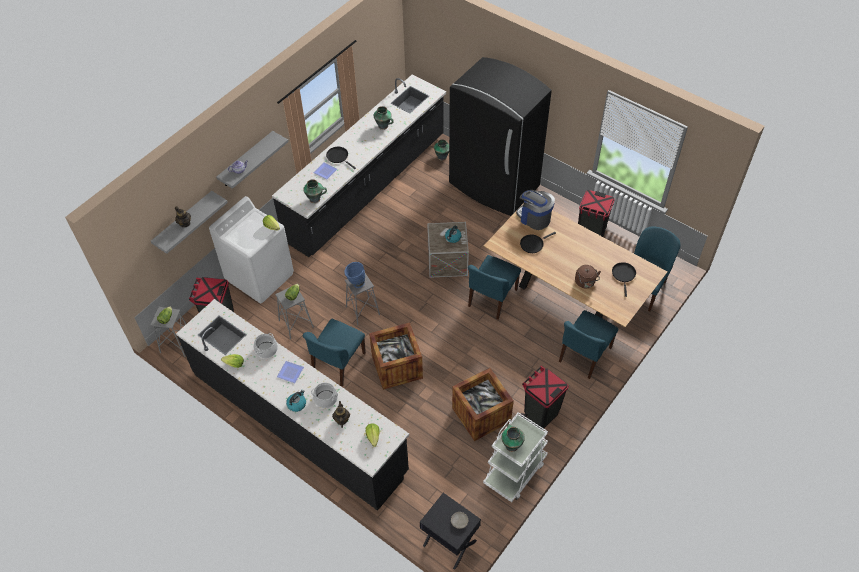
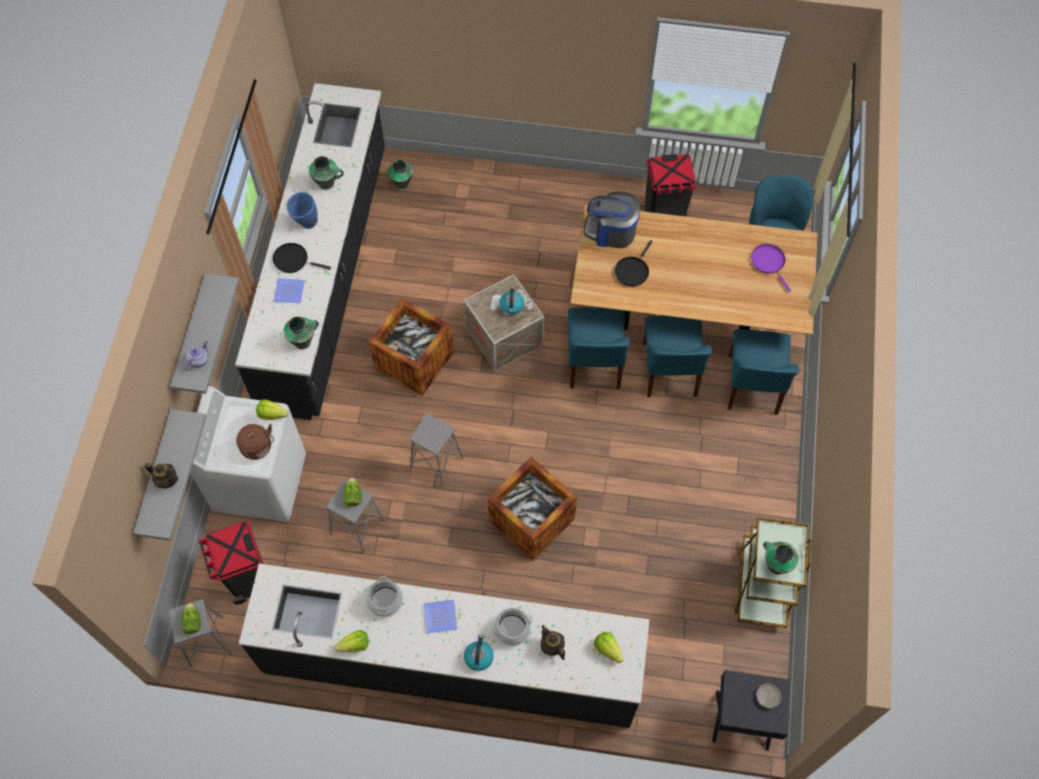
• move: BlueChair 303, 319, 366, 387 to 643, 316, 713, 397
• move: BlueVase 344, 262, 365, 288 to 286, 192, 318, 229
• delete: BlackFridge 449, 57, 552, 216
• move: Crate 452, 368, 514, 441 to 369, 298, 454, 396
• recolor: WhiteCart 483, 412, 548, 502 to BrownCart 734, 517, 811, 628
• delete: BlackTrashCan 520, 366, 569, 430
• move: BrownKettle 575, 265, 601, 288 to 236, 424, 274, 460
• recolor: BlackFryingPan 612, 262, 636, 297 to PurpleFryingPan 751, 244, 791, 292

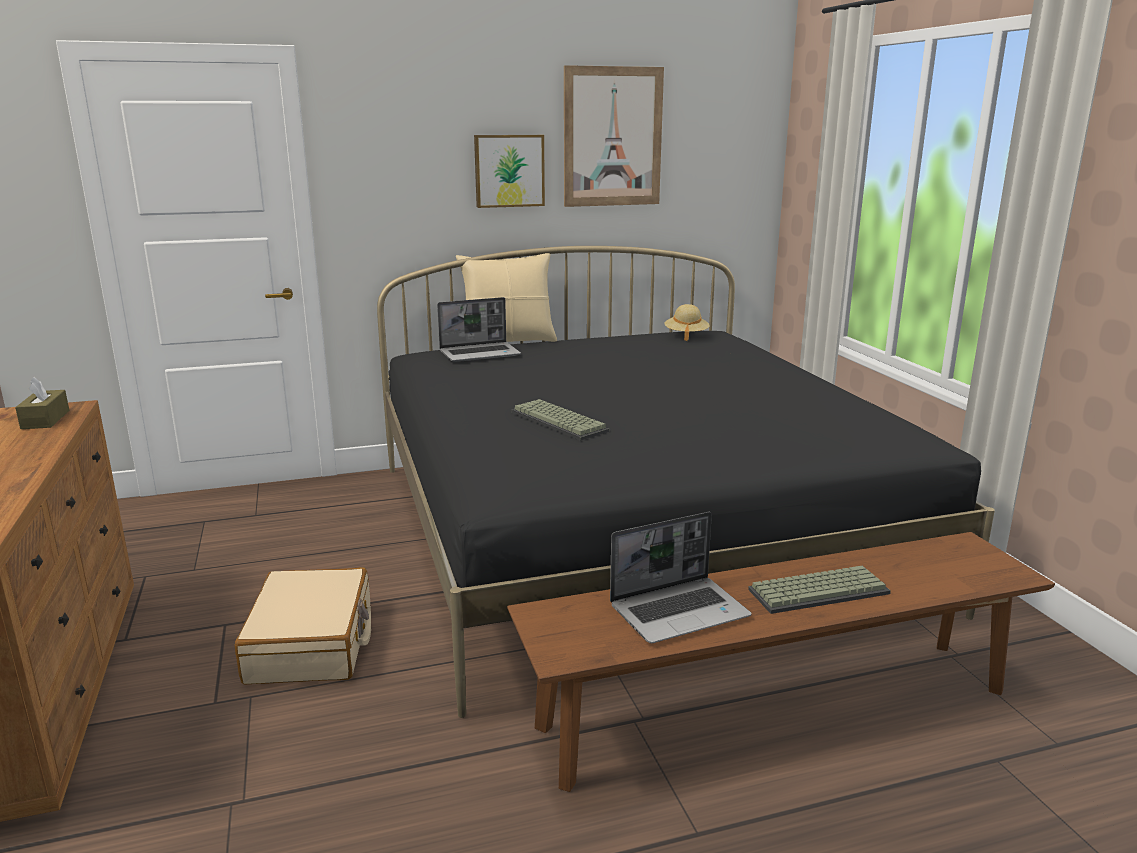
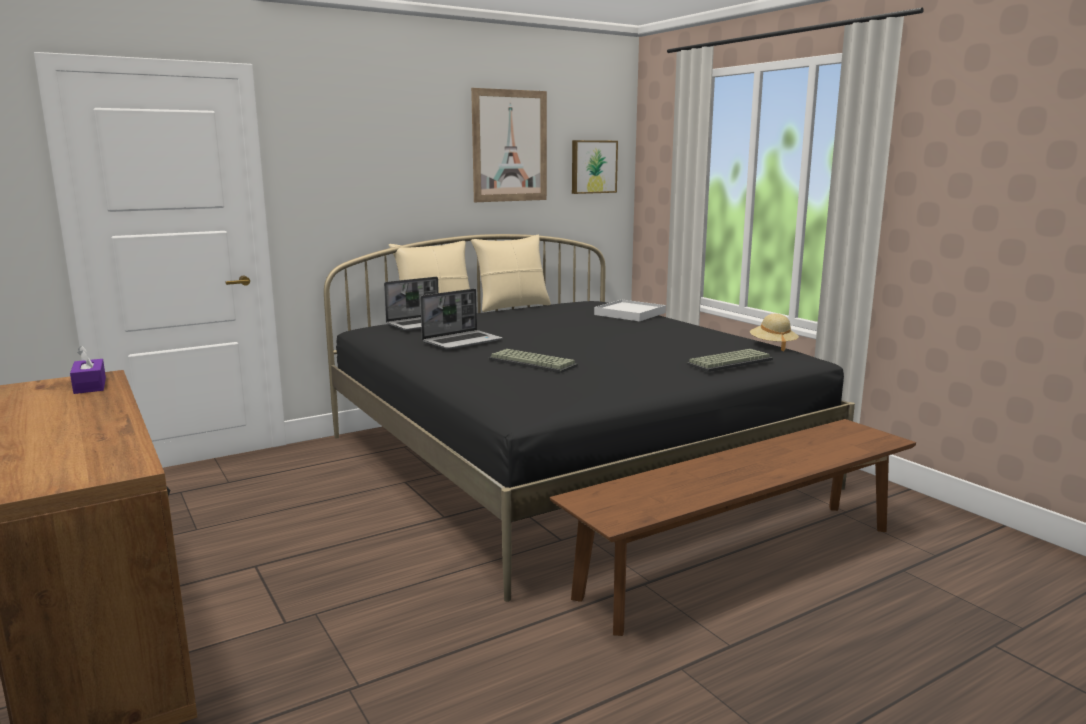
• recolor: BrownTissueBox 15, 377, 69, 429 to PurpleTissueBox 70, 346, 106, 394
• delete: BeigeSuitcase 235, 567, 371, 684
• move: Picture 474, 135, 545, 208 to 572, 140, 618, 194
• move: Laptop 610, 512, 751, 643 to 420, 289, 503, 350
• move: BeigeHat 664, 304, 710, 341 to 750, 314, 799, 351
• move: Keyboard 748, 566, 891, 614 to 687, 349, 773, 372
• insert: BeigePillow 471, 235, 551, 312
• insert: WhiteTray 594, 300, 666, 321

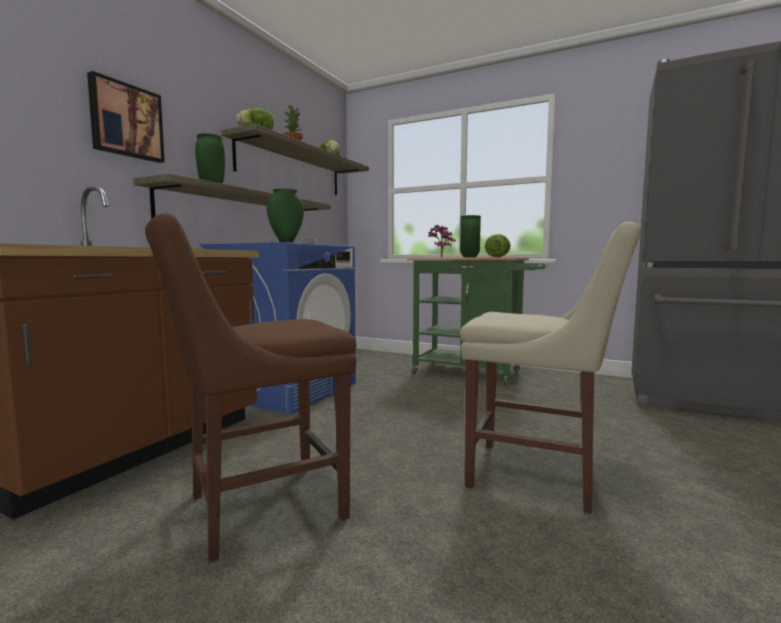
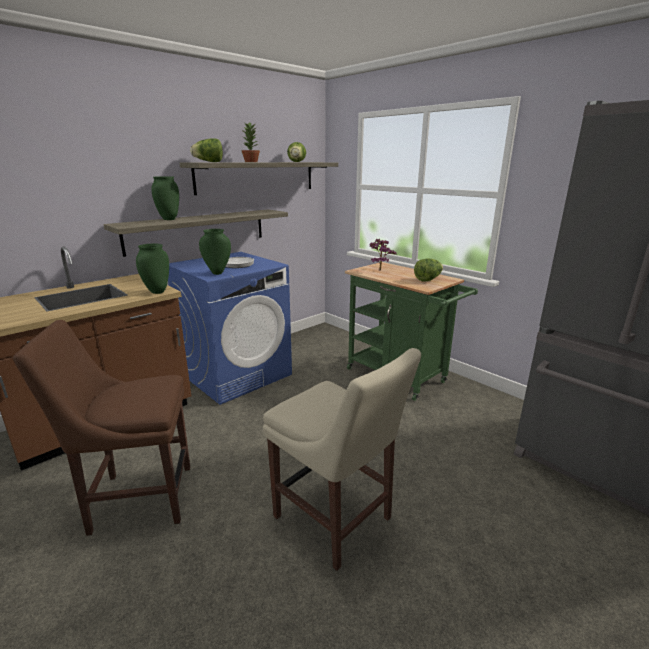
• delete: Picture 87, 71, 165, 163
• move: GreenVase 460, 215, 481, 258 to 136, 244, 169, 294

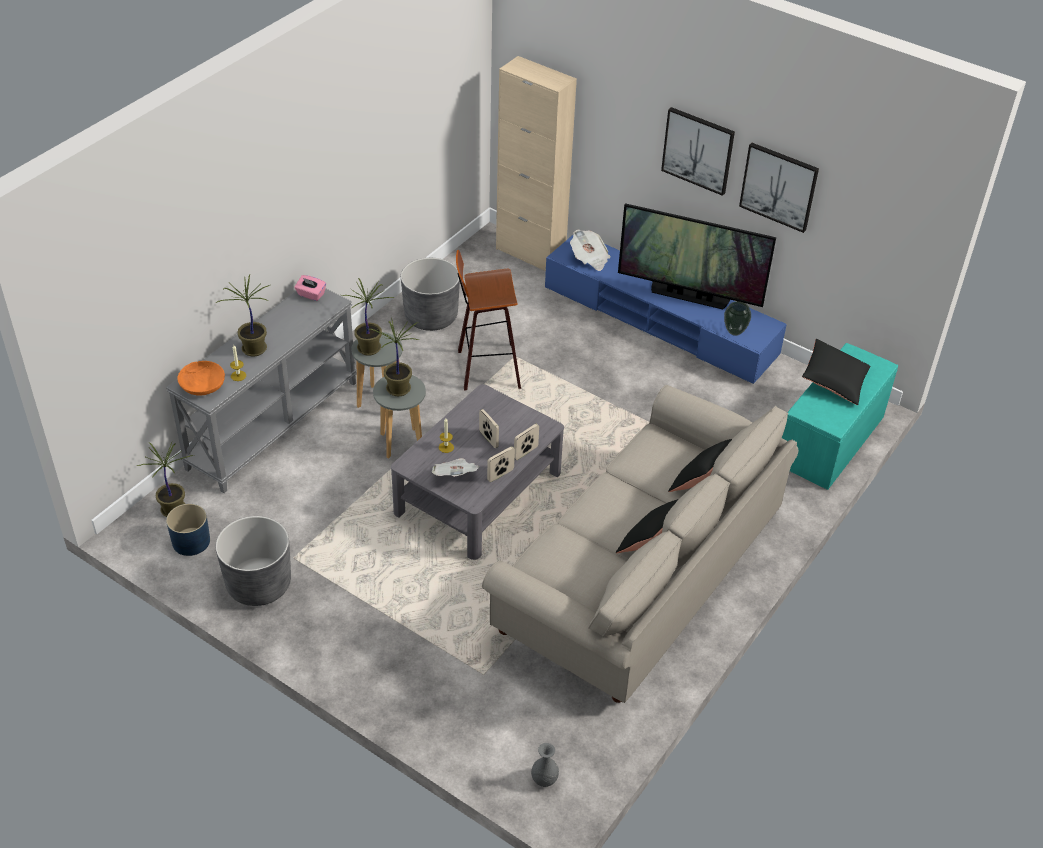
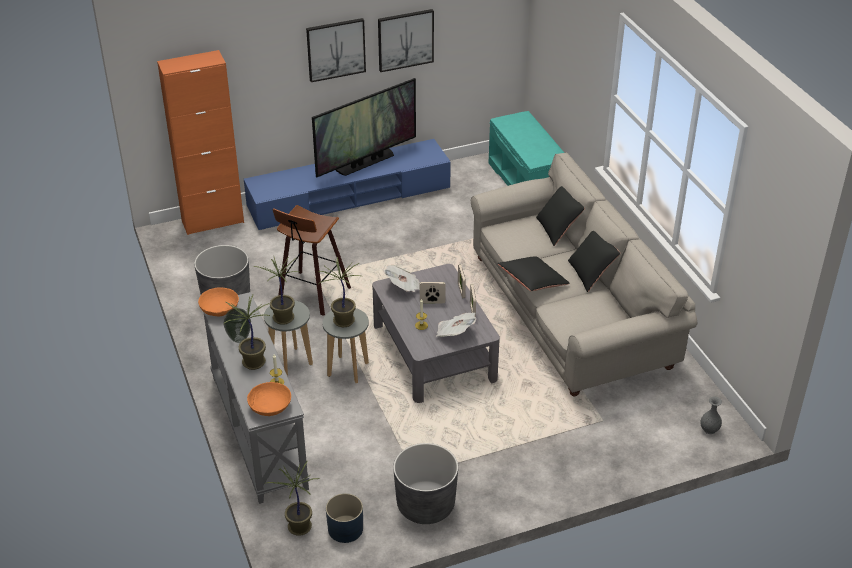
• replace: PinkTissueBox 294, 275, 326, 301 to OrangeBowl 198, 288, 239, 316
• recolor: BeigeCabinet 496, 56, 577, 271 to OrangeCabinet 157, 50, 244, 235
• move: Newspaper 570, 229, 611, 271 to 383, 265, 420, 292
• move: Vase 724, 301, 751, 336 to 223, 308, 251, 343
• move: BlackPillow 802, 339, 870, 405 to 498, 256, 570, 291

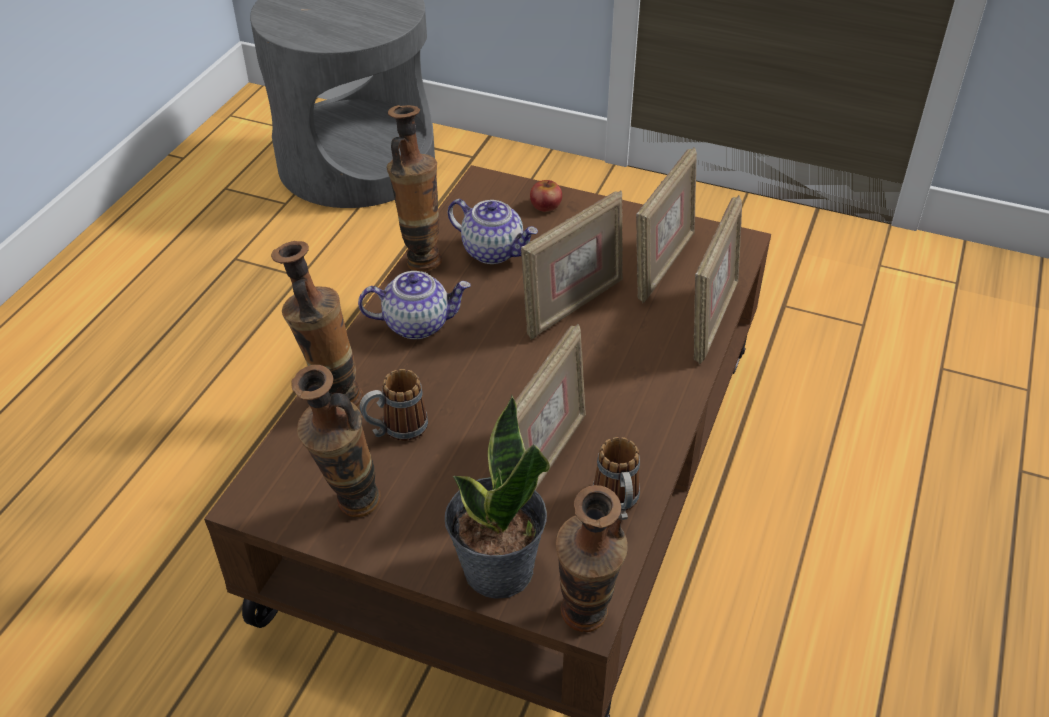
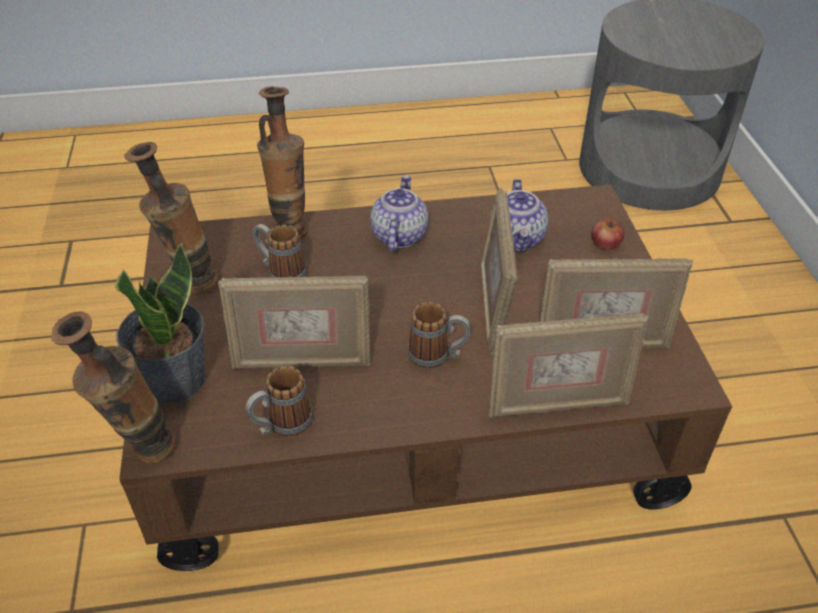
• rotate: Teapot 358, 271, 471, 339 = 370, 175, 429, 252 135 degrees counterclockwise
• delete: Vase 387, 105, 442, 271
• rotate: PictureFrame 521, 190, 623, 340 = 481, 188, 518, 355 75 degrees clockwise
• insert: Mug 408, 302, 471, 368

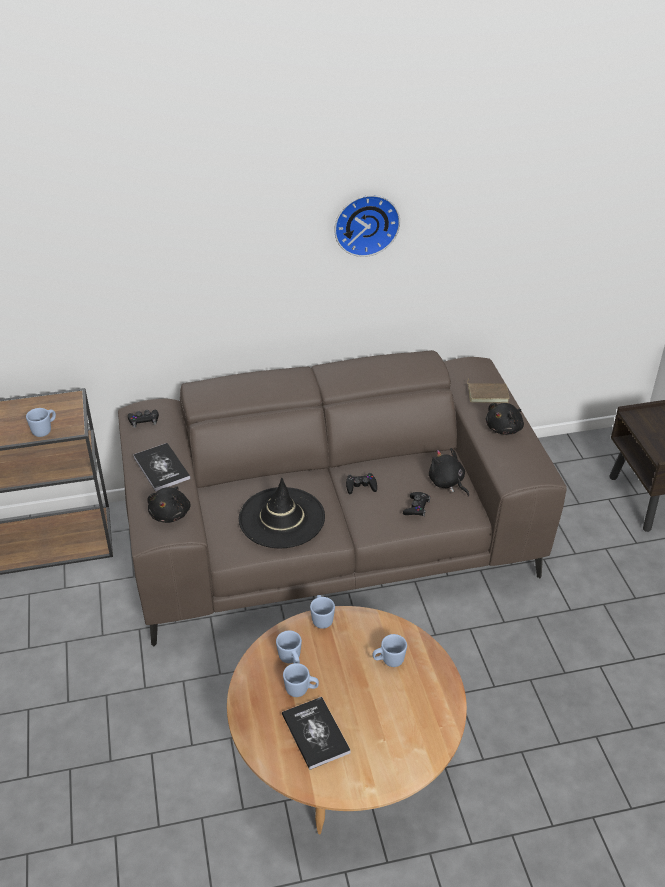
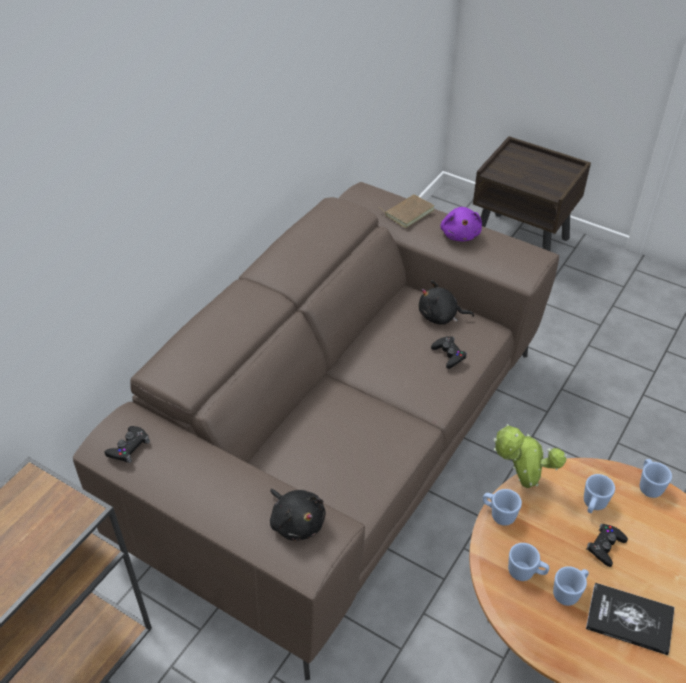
• move: BlueMug 26, 408, 56, 437 to 640, 459, 672, 498
• delete: Book 133, 443, 191, 492
• delete: BlackHat 239, 478, 325, 548
• delete: WallClock 334, 195, 400, 257
• move: BlackGameController 346, 473, 377, 494 to 587, 524, 628, 567
• recolor: BlackPlushToy 486, 403, 524, 435 to PurplePlushToy 440, 207, 482, 241
• insert: PottedPlant 493, 424, 567, 488

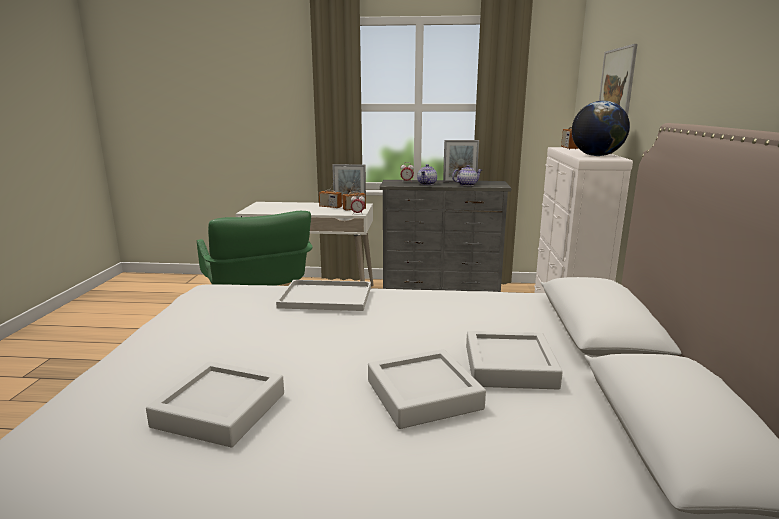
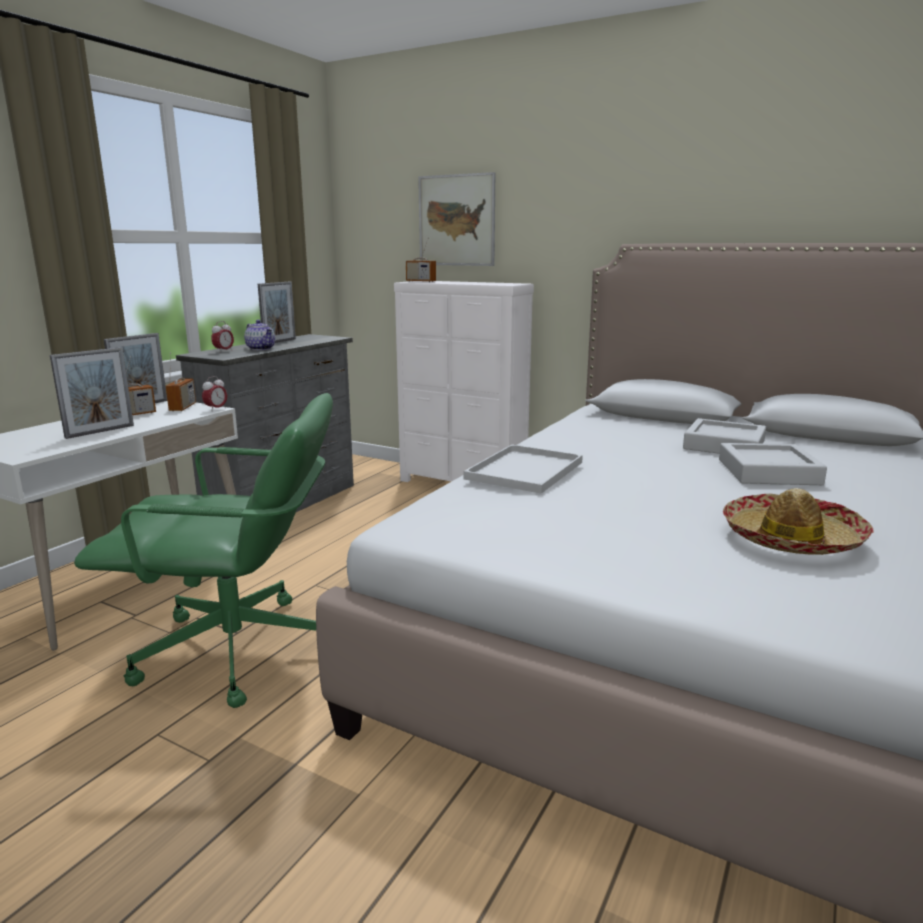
• replace: GreyTray 146, 361, 284, 447 to Hat 723, 488, 874, 555
• delete: Teapot 452, 165, 482, 186
• delete: Globe 572, 101, 630, 156
• insert: PictureFrame 50, 347, 134, 439

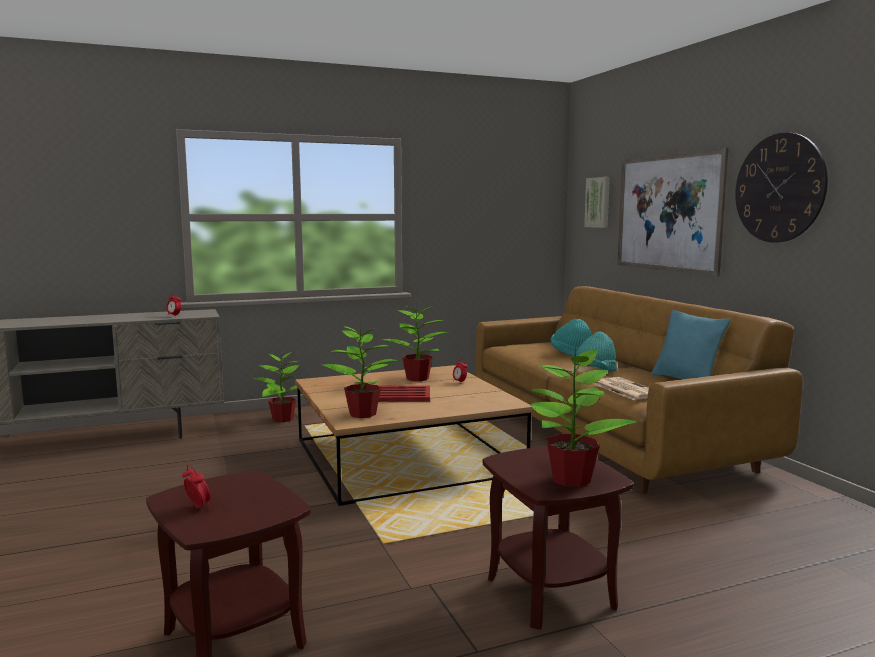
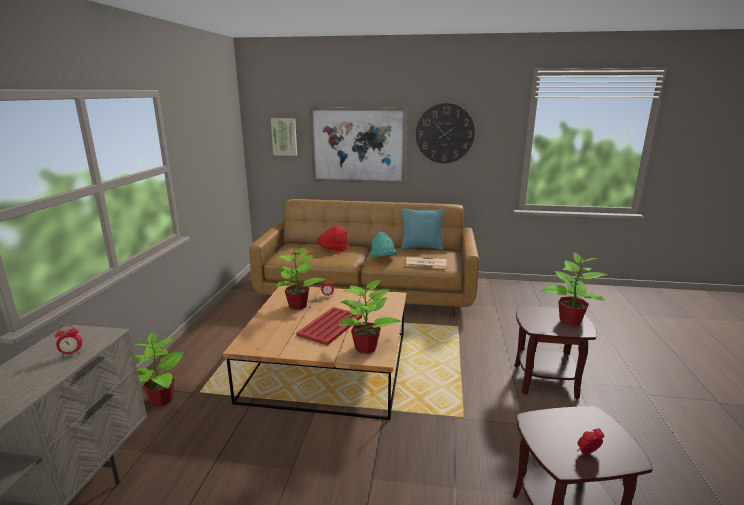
• recolor: TurquoiseHat 551, 319, 592, 356 to RedHat 317, 225, 349, 251

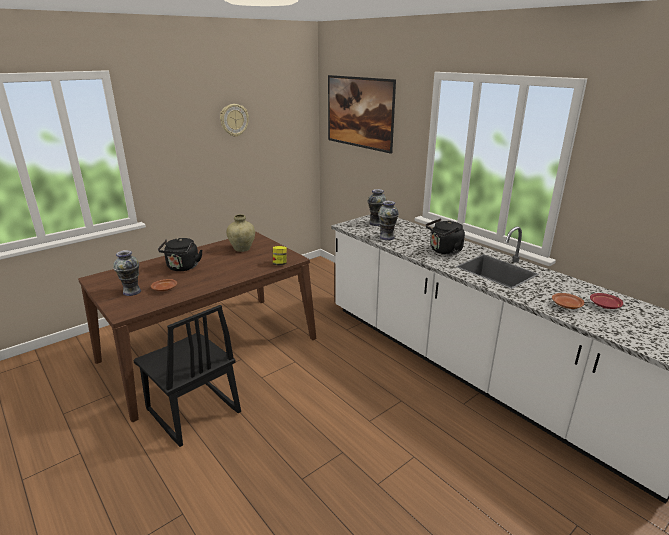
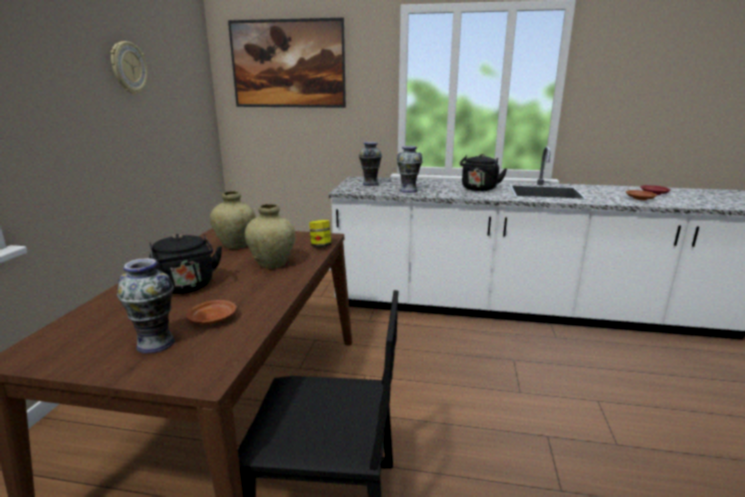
• insert: BeigeVase 245, 204, 295, 269

